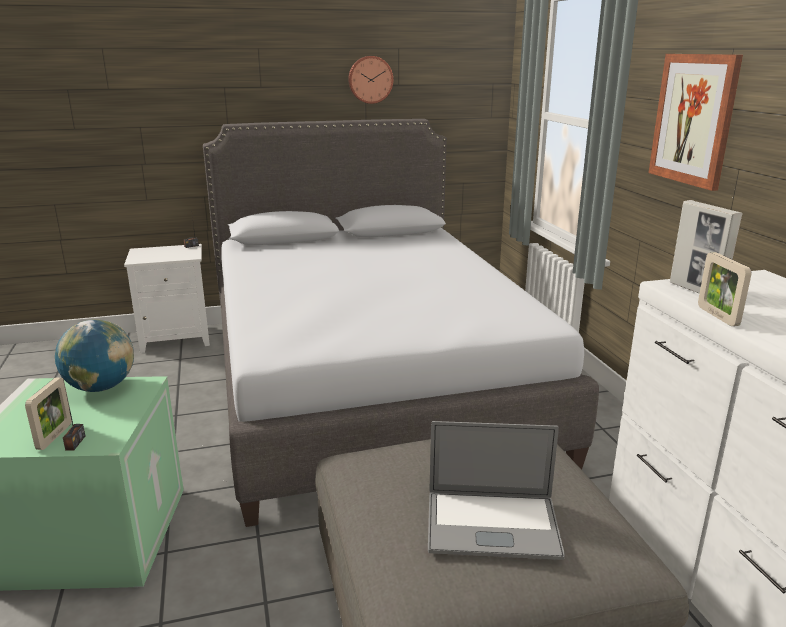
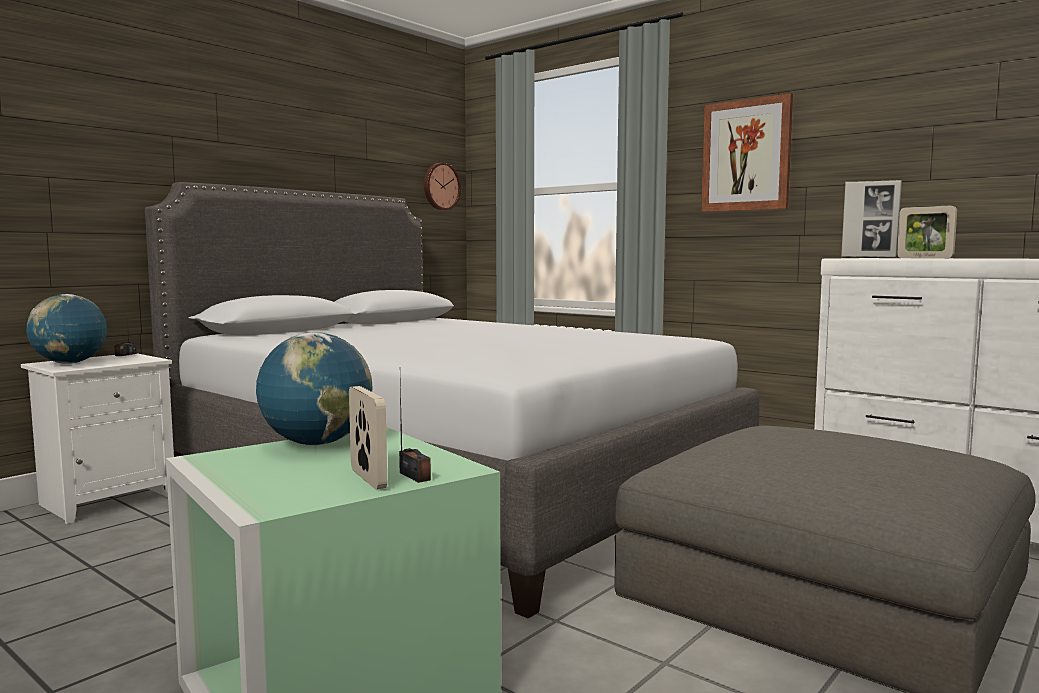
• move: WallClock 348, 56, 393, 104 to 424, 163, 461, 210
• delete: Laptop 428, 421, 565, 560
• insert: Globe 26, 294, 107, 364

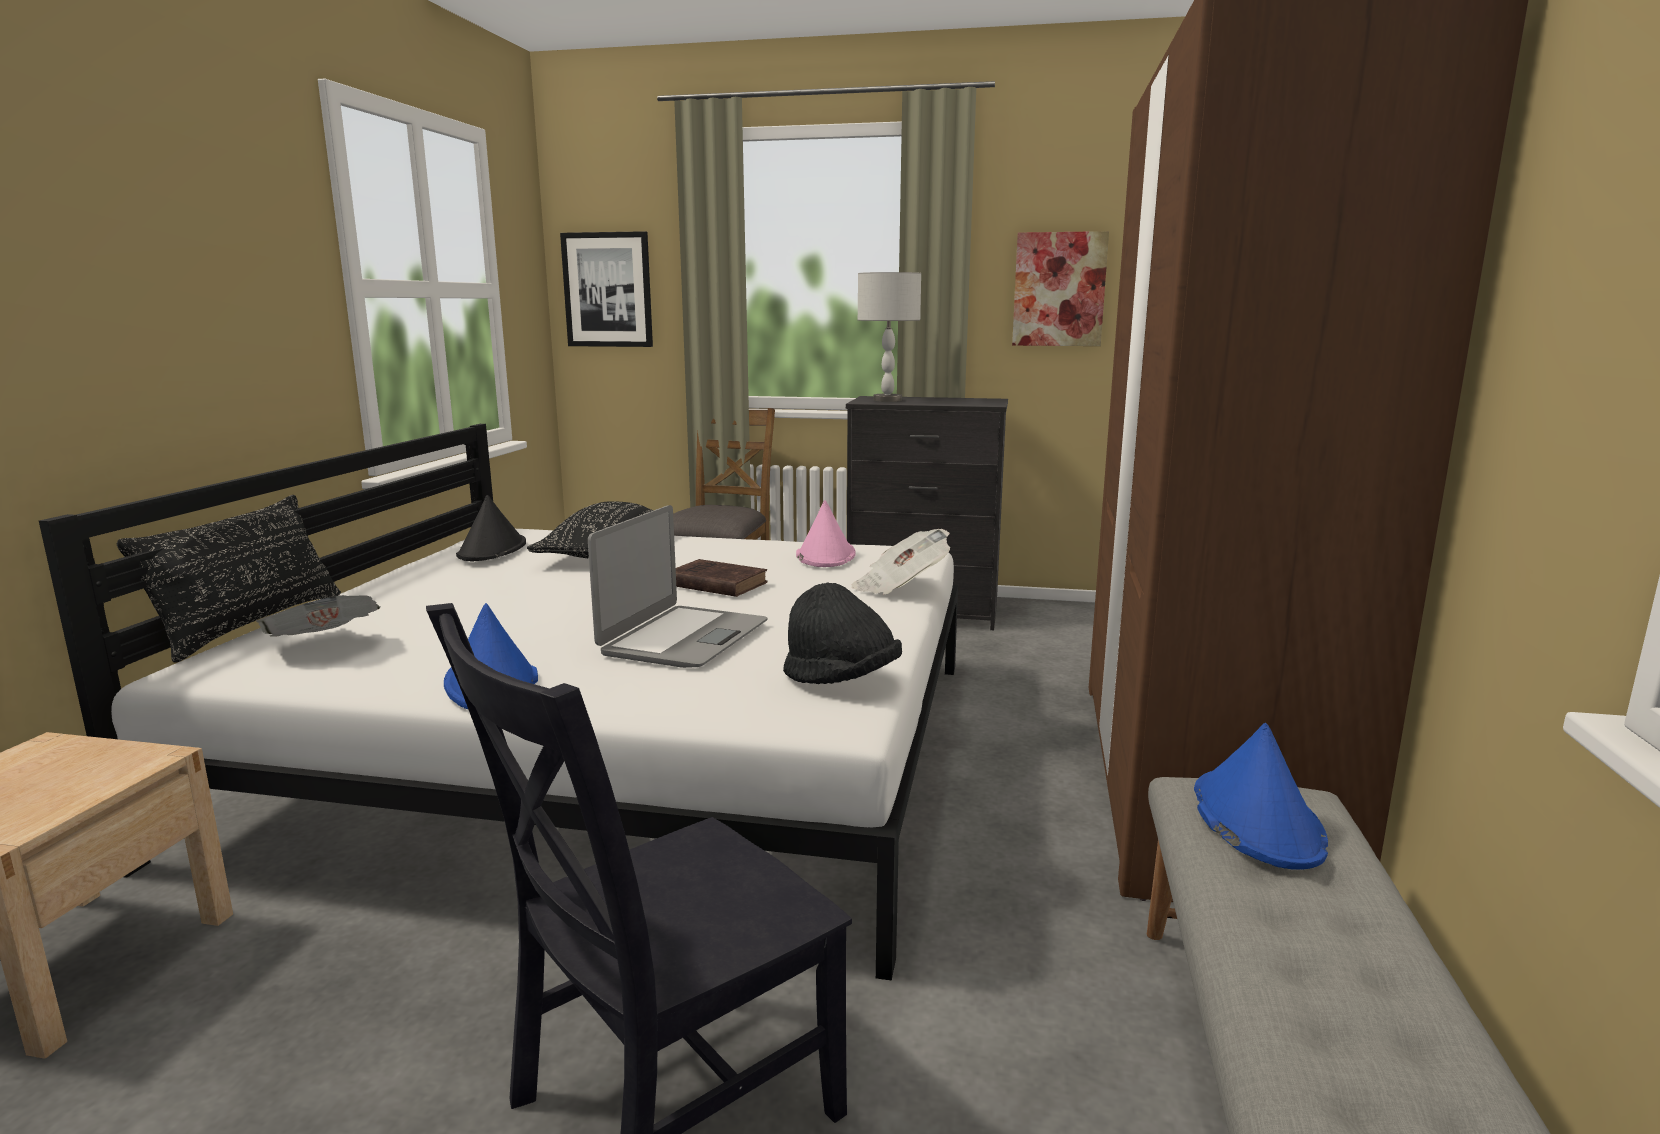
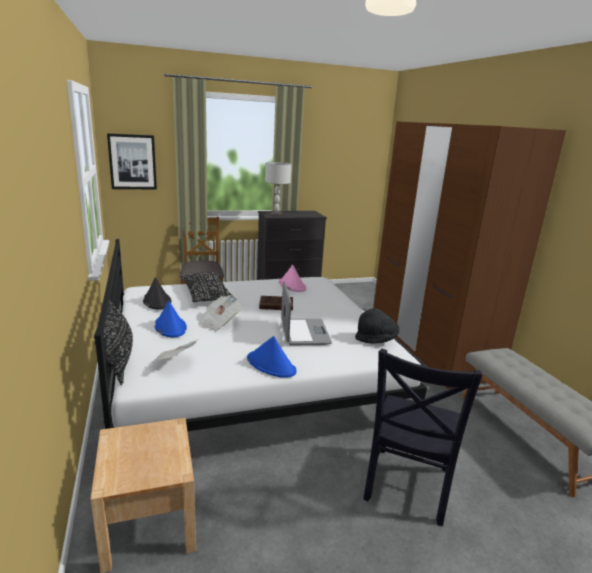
• move: Newspaper 852, 529, 950, 595 to 199, 295, 241, 330
• delete: Picture 1012, 231, 1109, 346
• move: BlueHat 1194, 723, 1328, 870 to 155, 301, 187, 338

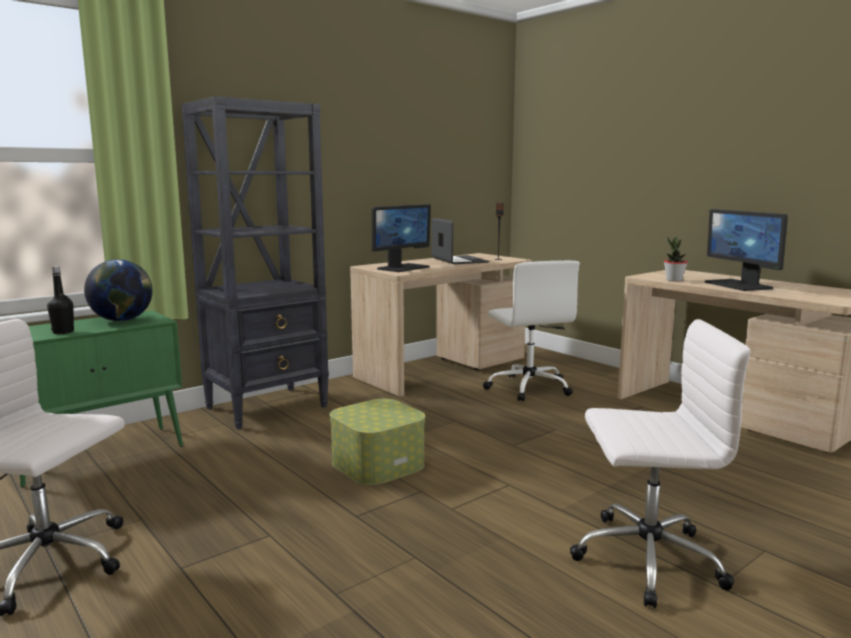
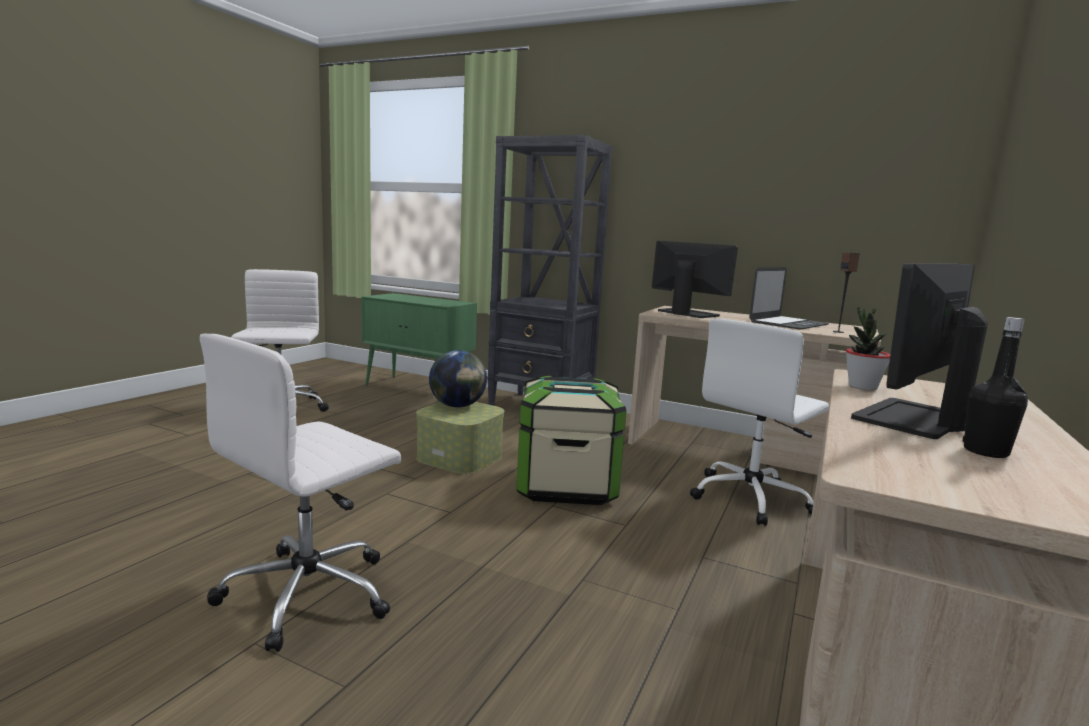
• move: BlackBottle 47, 266, 74, 334 to 962, 317, 1028, 458
• move: Globe 84, 259, 153, 321 to 429, 350, 487, 407
• rotate: Monitor 372, 204, 431, 272 = 652, 241, 738, 318 150 degrees counterclockwise
• rotate: WhiteOfficeChair 570, 319, 751, 608 = 200, 333, 401, 652 60 degrees clockwise
• insert: StorageBox 516, 376, 626, 505

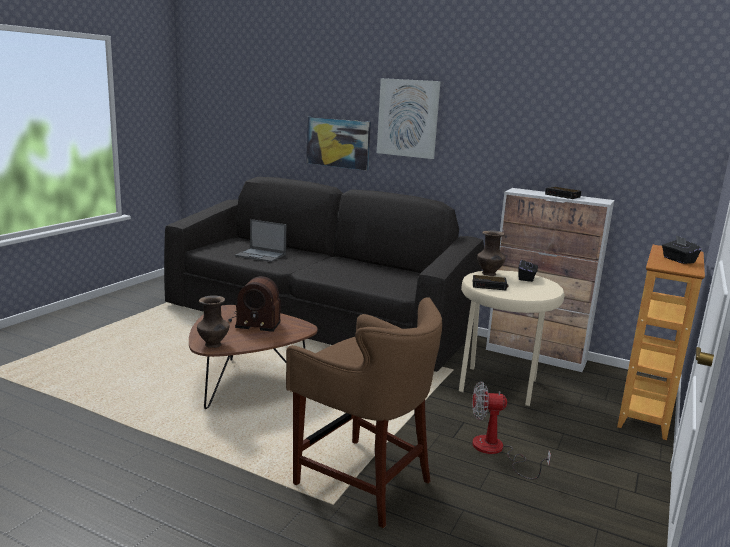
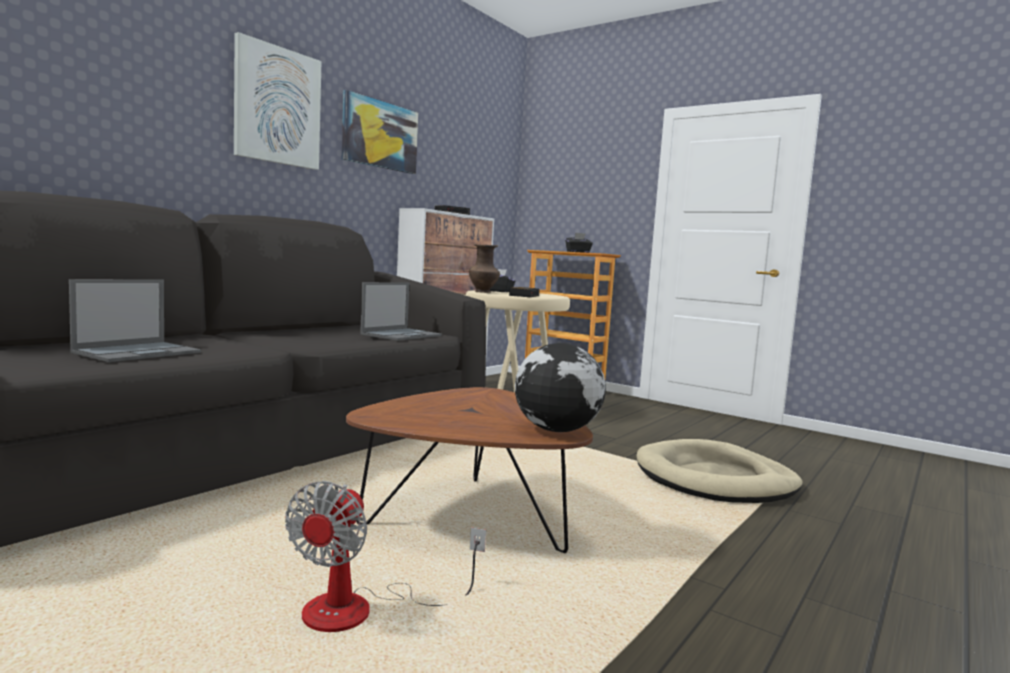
• replace: BrownVase 197, 295, 230, 348 to Globe 515, 343, 606, 432
• delete: Radio 228, 276, 281, 332
• replace: BrownStool 286, 297, 442, 528 to BeigeDogBed 637, 439, 803, 503
• move: Picture 306, 117, 371, 171 to 342, 90, 418, 174
• move: Fan 473, 381, 551, 479 to 285, 481, 486, 632
• insert: Laptop 360, 282, 442, 341

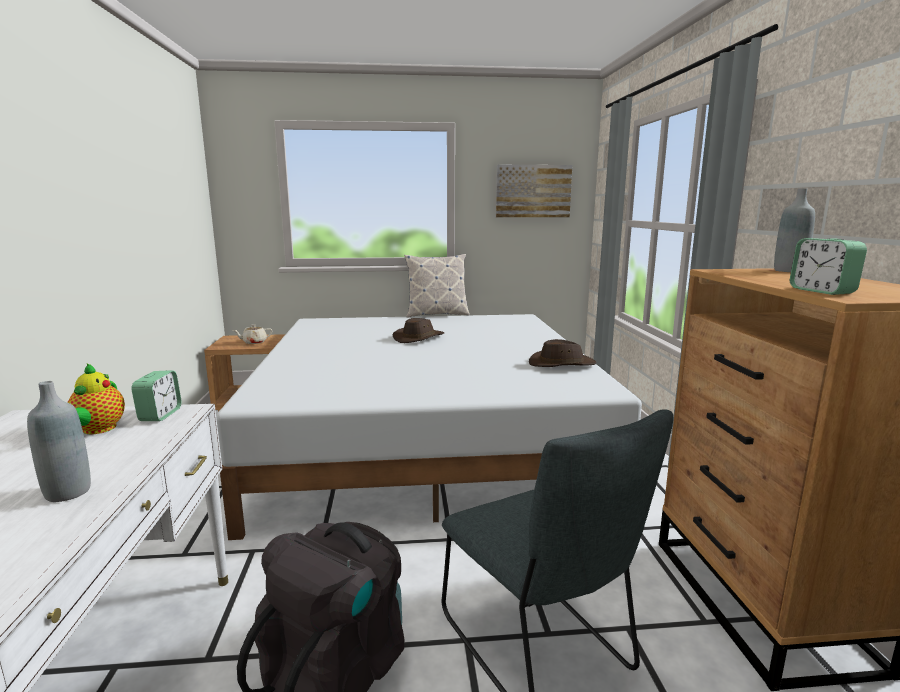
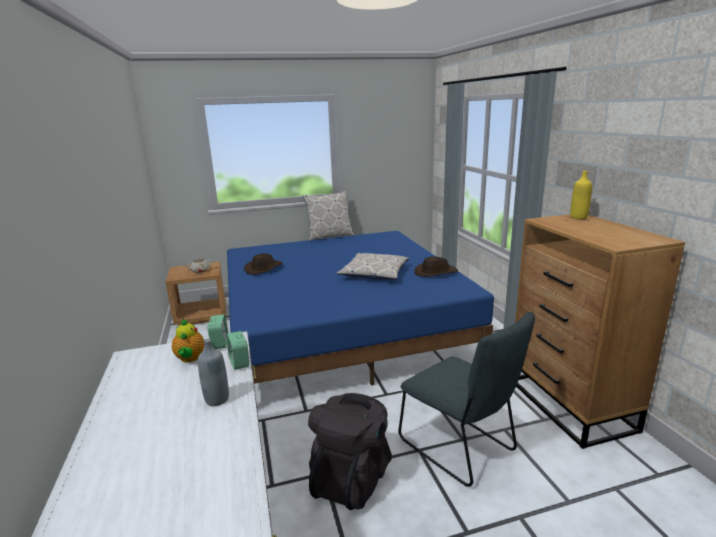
• recolor: WhiteBed 216, 314, 642, 540 to BlueBed 227, 231, 494, 385
• move: BrownHat 393, 318, 444, 343 to 244, 254, 282, 275
• delete: Picture 496, 165, 572, 218
• recolor: GreyBottle 774, 188, 815, 272 to YellowBottle 570, 171, 592, 219
• move: AlarmClock 790, 238, 867, 295 to 226, 331, 249, 370
• insert: Pillow 337, 253, 410, 280

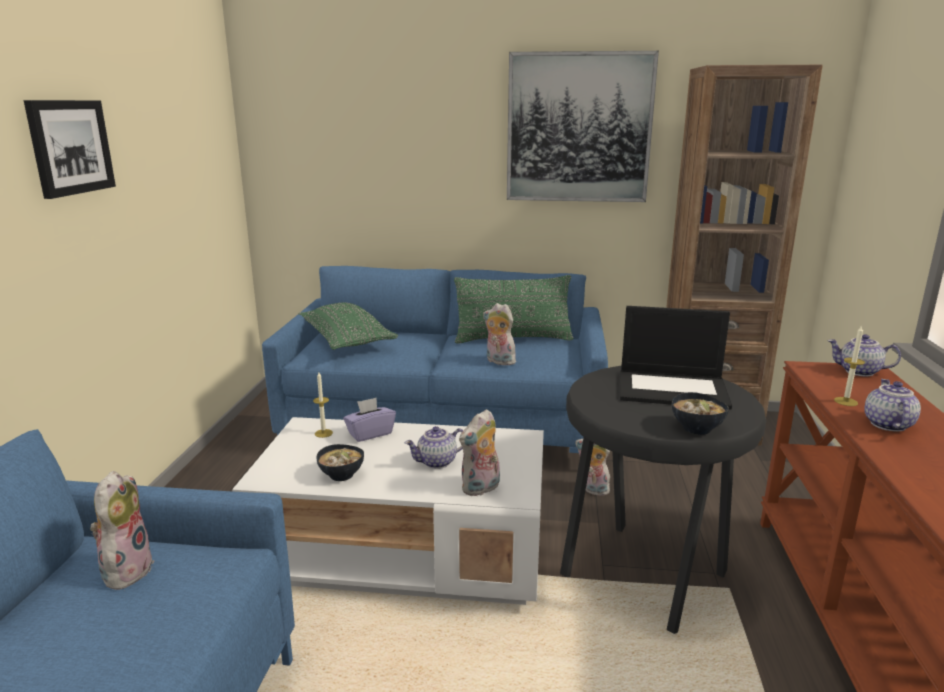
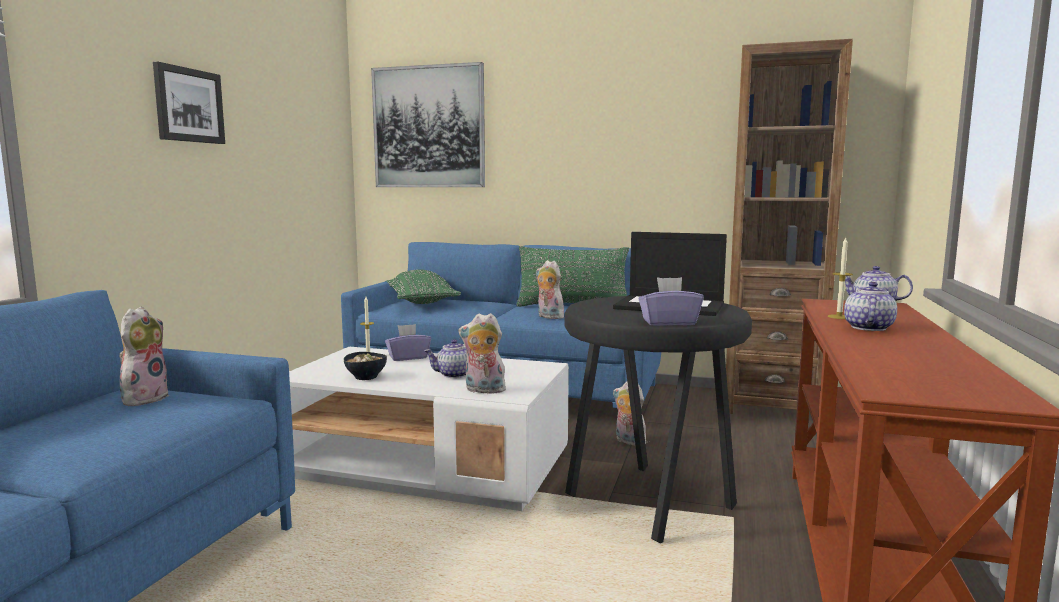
• rotate: PlushToy 459, 409, 500, 496 = 459, 313, 506, 394 45 degrees clockwise
• move: Picture 507, 51, 659, 202 to 371, 62, 485, 187
• replace: Bowl 672, 392, 729, 435 to PurpleTissueBox 639, 277, 704, 326

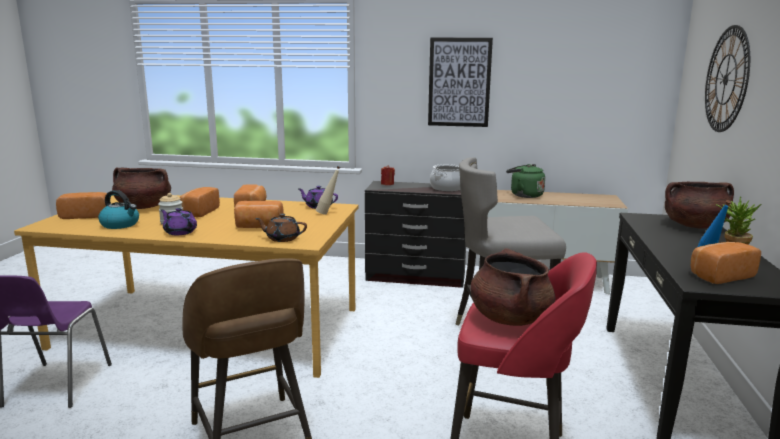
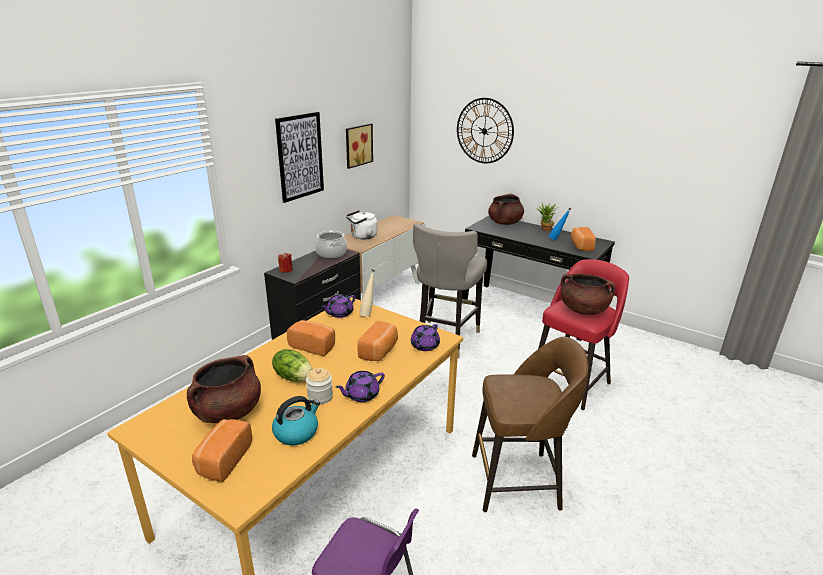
• replace: Bread 180, 187, 220, 217 to Lettuce 272, 349, 313, 382
• recolor: BrownTeapot 255, 214, 307, 242 to PurpleTeapot 411, 324, 440, 351
• recolor: GreenKettle 506, 164, 545, 198 to WhiteKettle 346, 210, 377, 240
• insert: Picture 346, 124, 373, 169

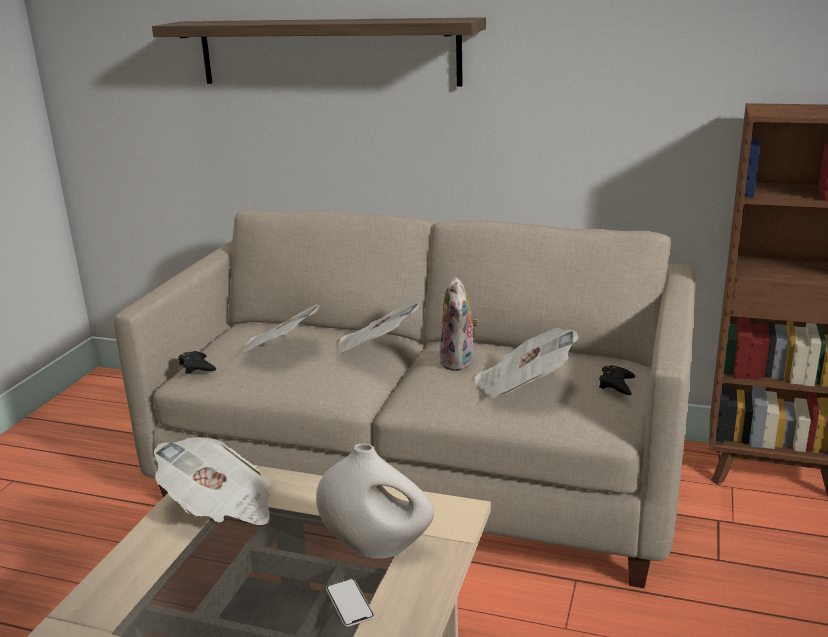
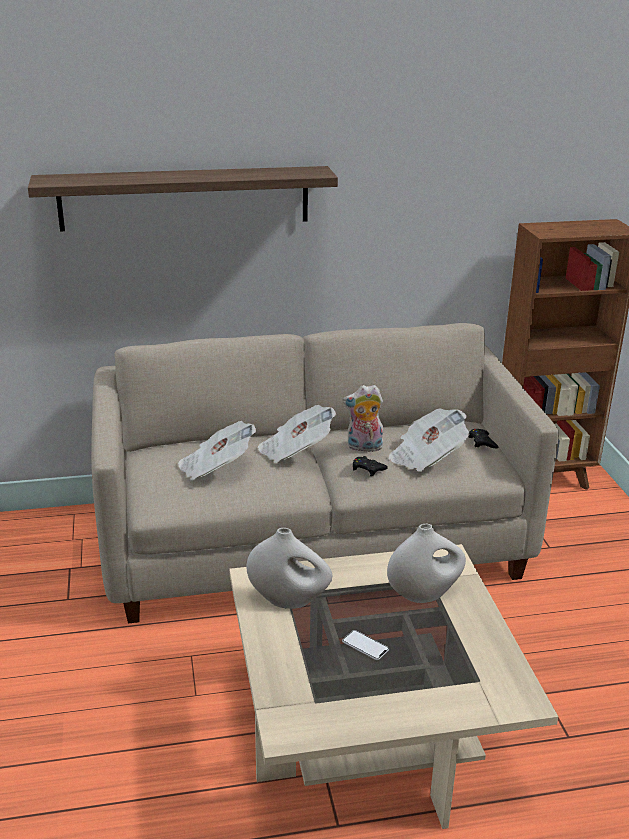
• replace: Newspaper 154, 437, 271, 525 to WhiteVase 246, 528, 332, 609
• move: BlackGameController 178, 351, 216, 374 to 353, 456, 388, 476
• move: Phone 326, 578, 374, 627 to 342, 630, 389, 660
• rotate: PlushToy 439, 277, 479, 371 = 343, 385, 384, 452 120 degrees clockwise

